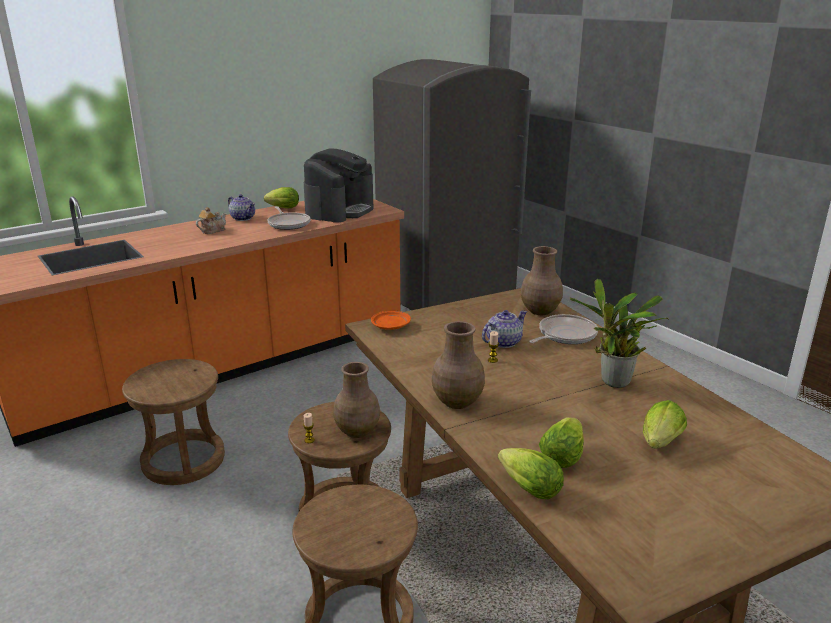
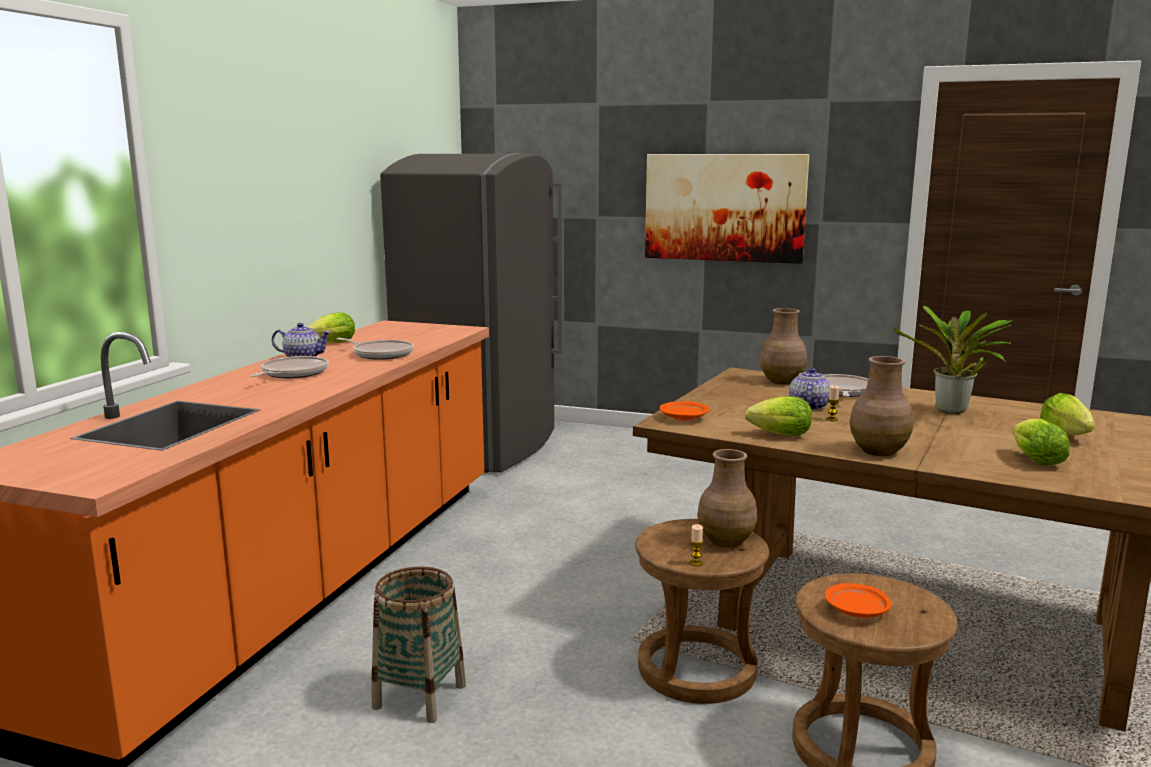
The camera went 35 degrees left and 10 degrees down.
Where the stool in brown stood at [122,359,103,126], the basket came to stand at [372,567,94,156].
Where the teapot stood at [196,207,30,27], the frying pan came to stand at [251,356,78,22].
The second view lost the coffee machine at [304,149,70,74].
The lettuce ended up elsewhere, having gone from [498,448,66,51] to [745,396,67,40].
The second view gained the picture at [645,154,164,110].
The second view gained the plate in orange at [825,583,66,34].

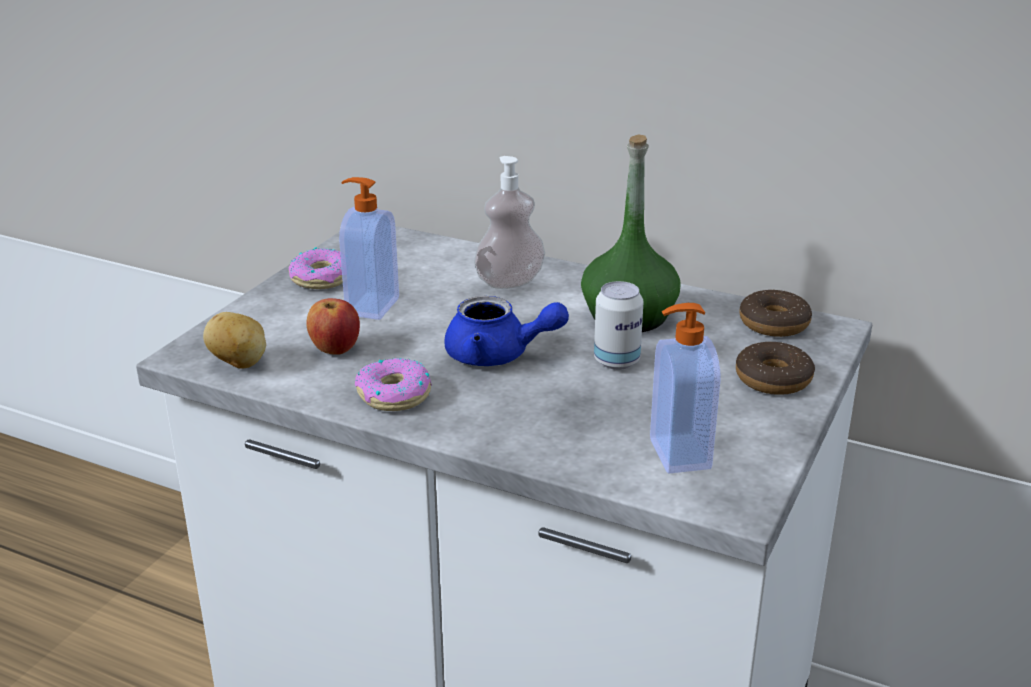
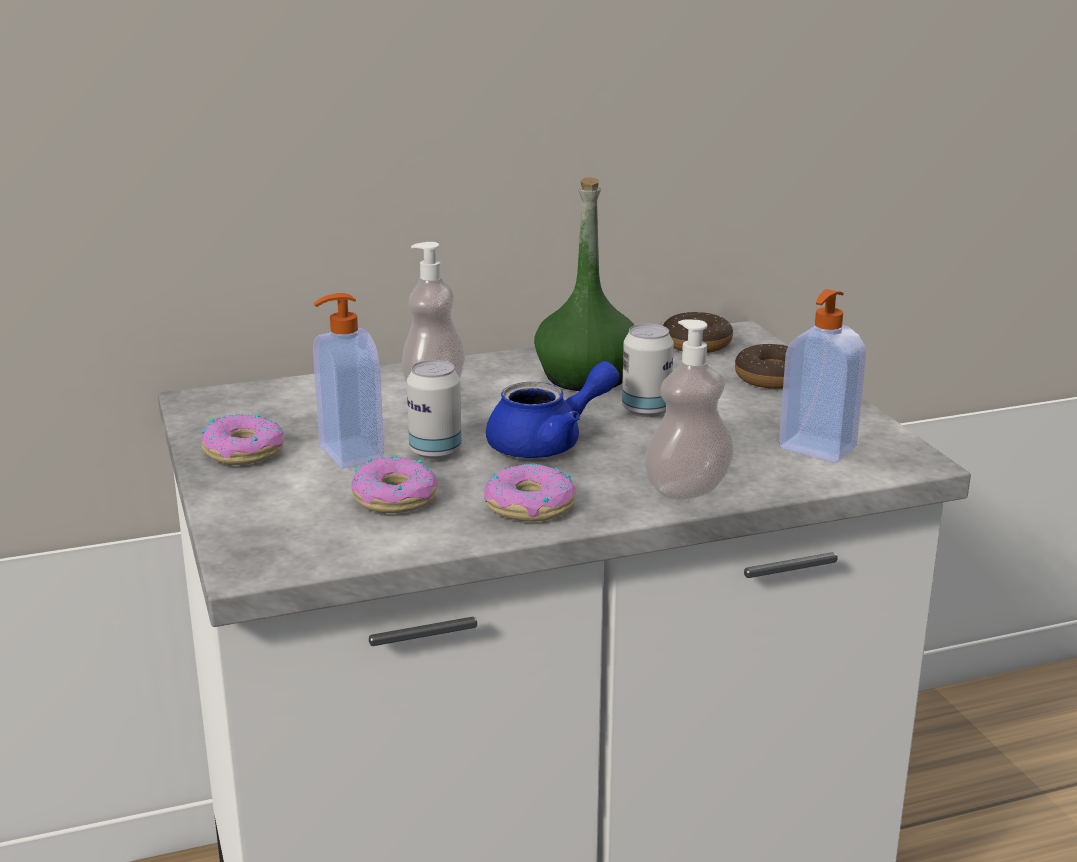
The camera went 45 degrees left and 5 degrees down.
The second view lost the potato at [203,312,63,57].
Where the apple stood at [306,298,54,57], the donut came to stand at [351,456,87,57].
The second view gained the can at [406,360,56,100].
The second view gained the soap dispenser at [644,319,90,180].

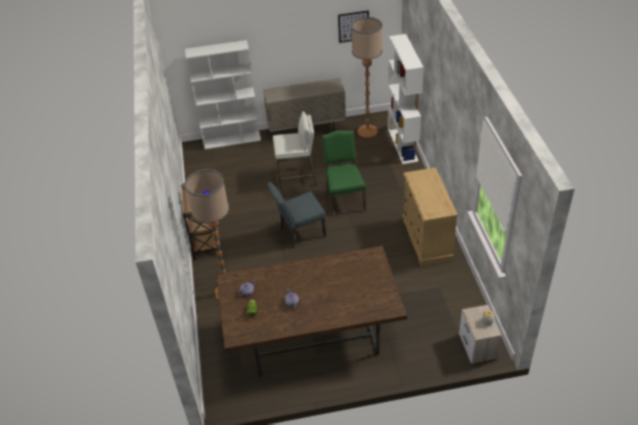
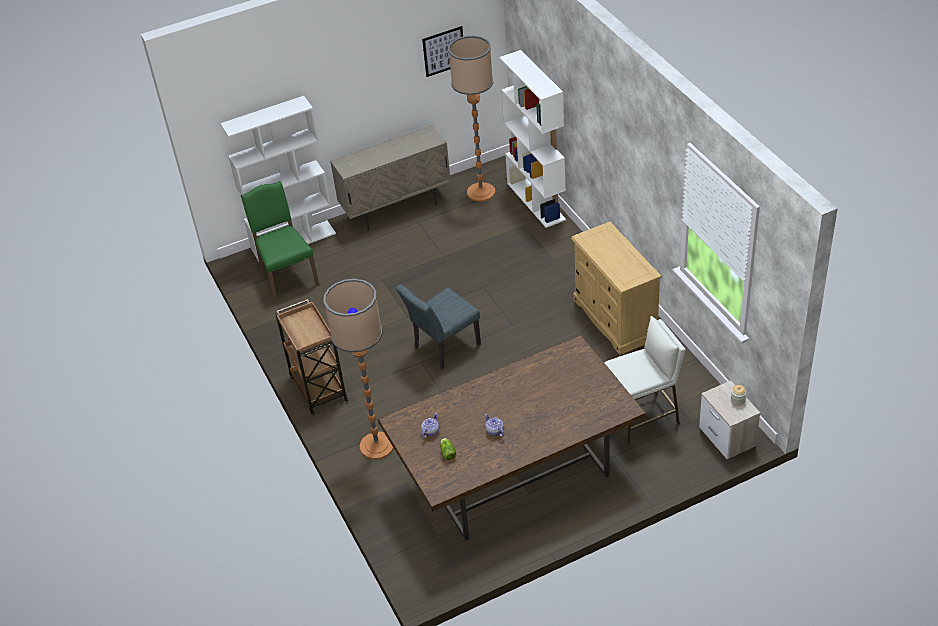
The camera went 15 degrees left and 0 degrees up.
The stool in white ended up elsewhere, having gone from [273,111,44,79] to [604,316,82,129].
The chair in green ended up elsewhere, having gone from [322,130,44,87] to [241,181,78,120].

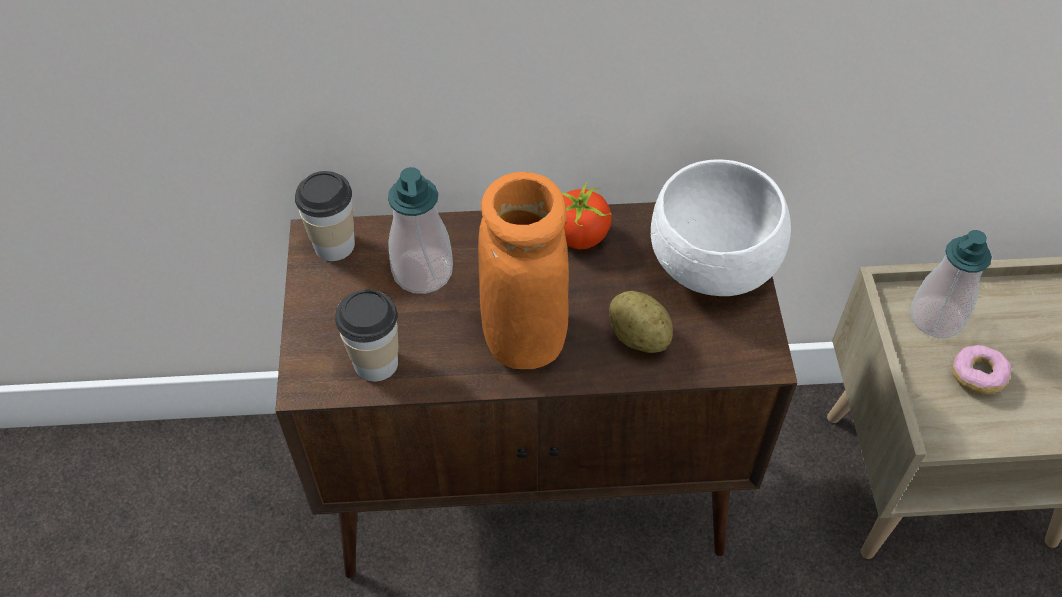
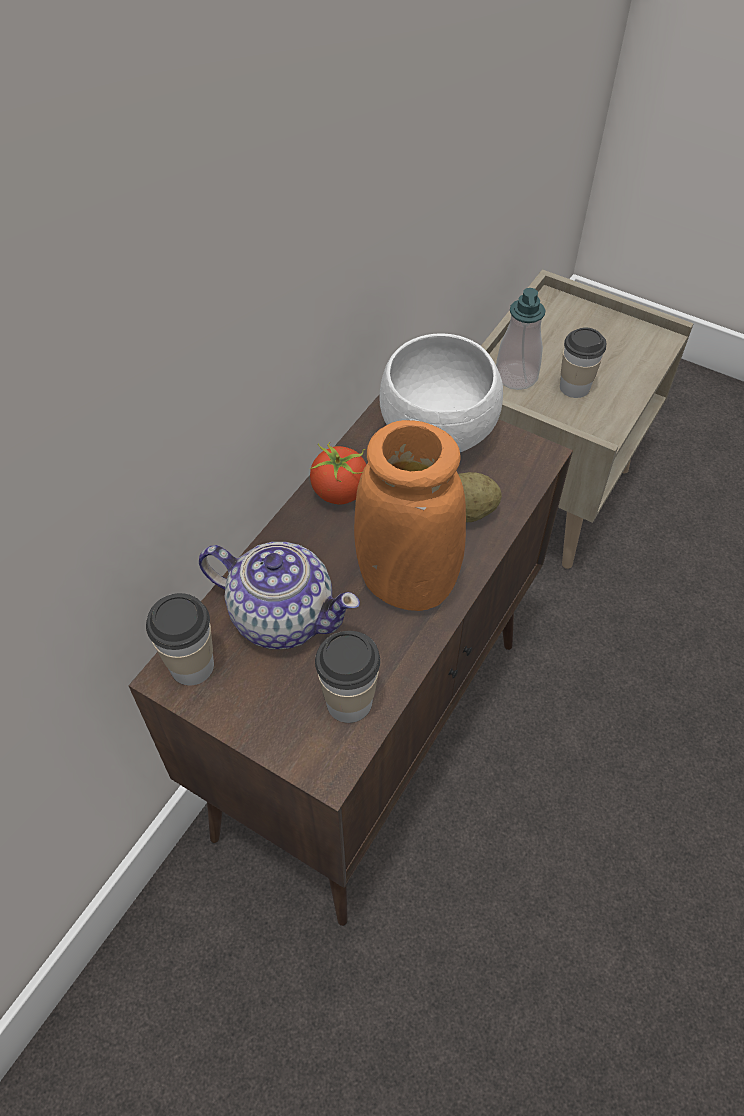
The camera went 55 degrees left and 0 degrees up.
Where the soap dispenser stood at [388,167,65,127], the teapot came to stand at [199,542,161,107].
Where the donut stood at [952,345,59,49], the cup came to stand at [560,327,46,71].

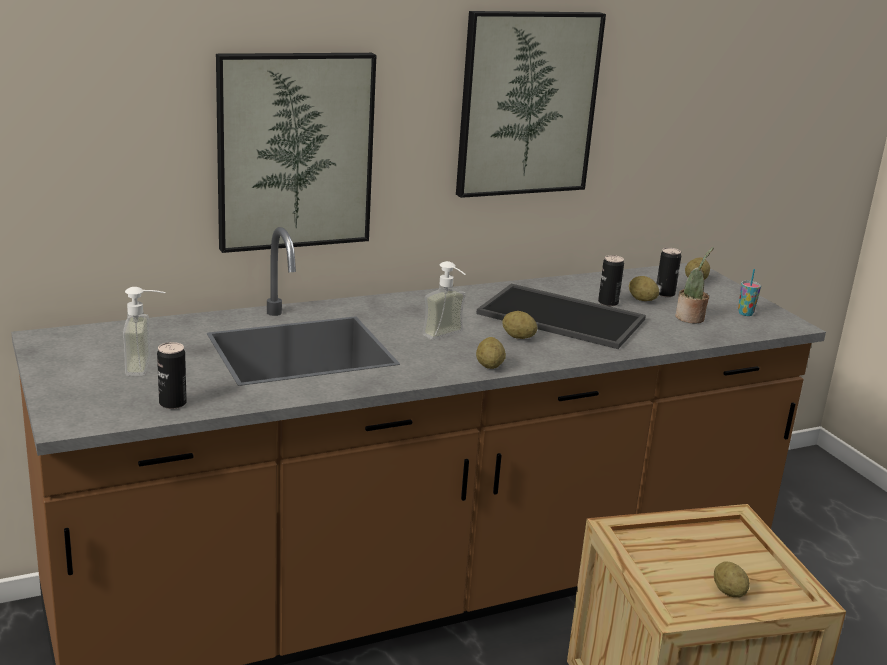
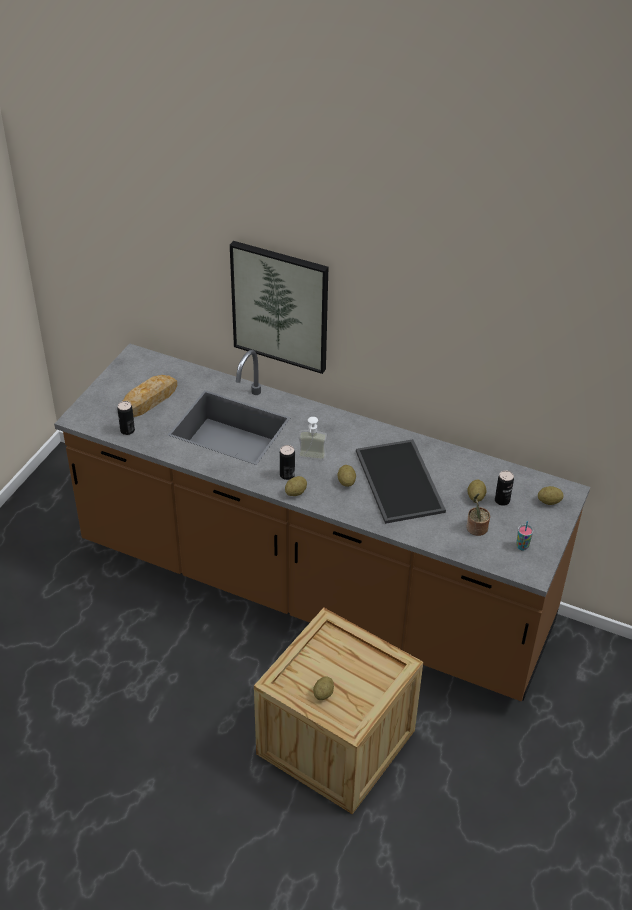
The camera went 50 degrees right and 20 degrees up.
Where the soap dispenser stood at [123,287,43,89], the bread came to stand at [123,375,54,42].
The second view lost the picture at [456,11,150,187].
The can ended up elsewhere, having gone from [598,255,26,51] to [280,445,15,35].

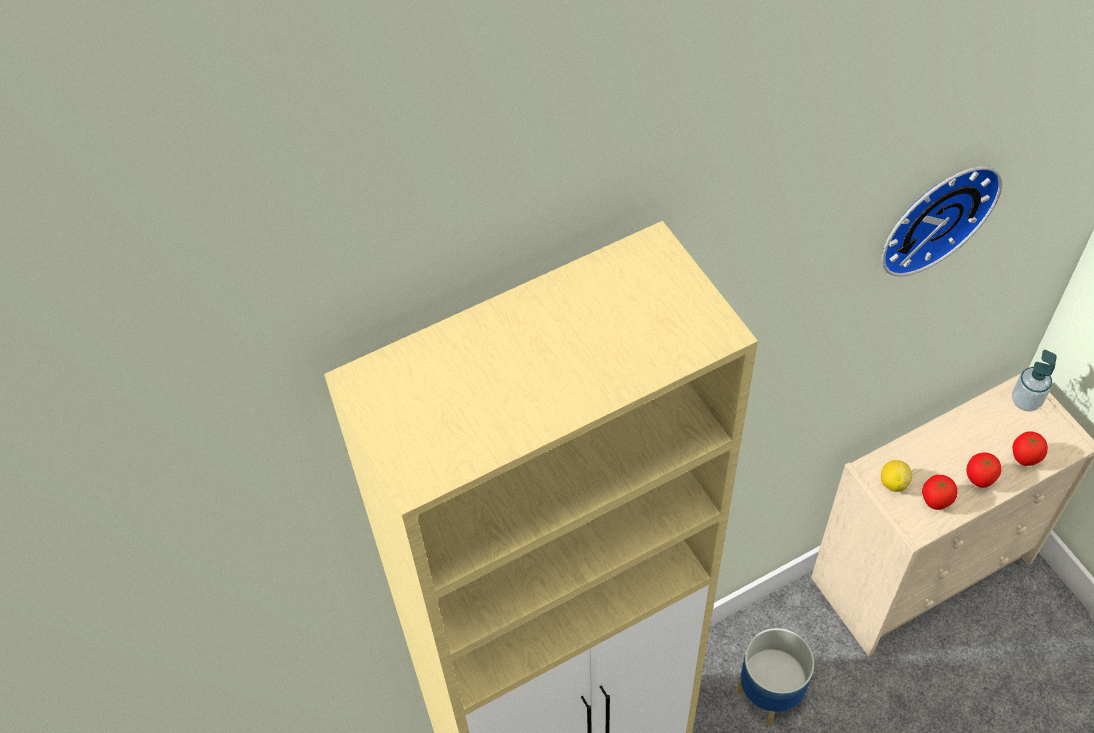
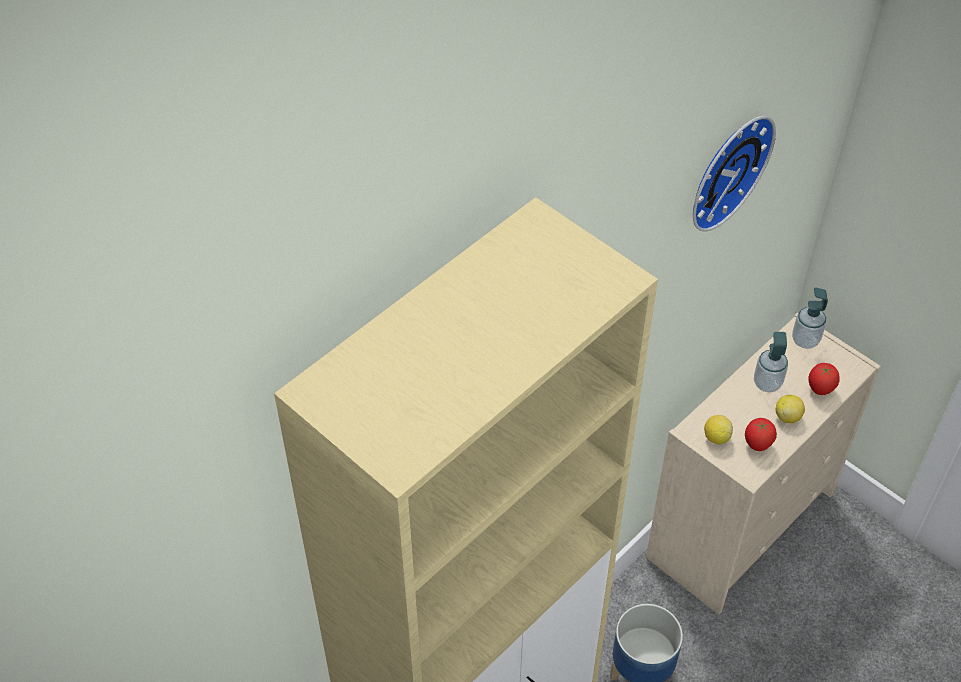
The camera went 20 degrees left and 5 degrees down.
Where the tomato stood at [966,452,36,36], the lemon came to stand at [776,395,29,28].
The second view gained the soap dispenser at [754,332,34,61].

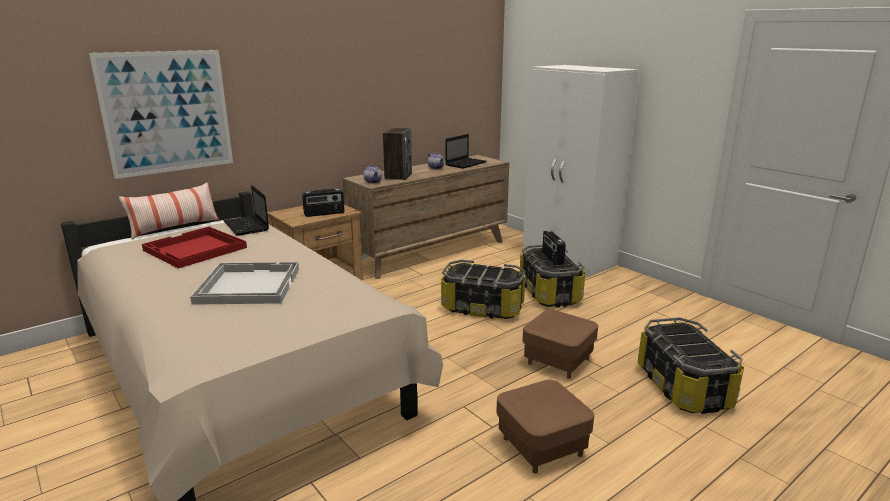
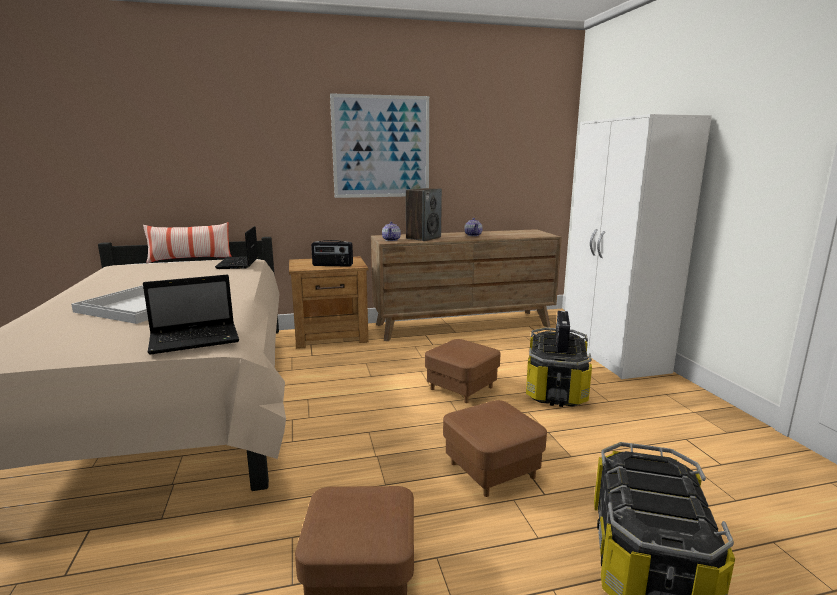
The camera went 25 degrees right and 5 degrees down.
The picture ended up elsewhere, having gone from [89,50,144,129] to [330,93,99,105].
The second view lost the tray in red at [142,227,105,42].
Where the storage box stood at [441,260,84,59], the ottoman in brown came to stand at [425,339,76,64].
The laptop ended up elsewhere, having gone from [445,134,42,35] to [143,274,96,81].

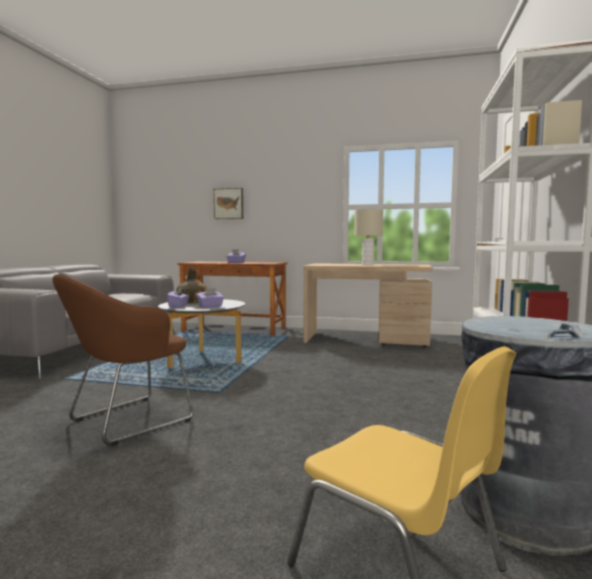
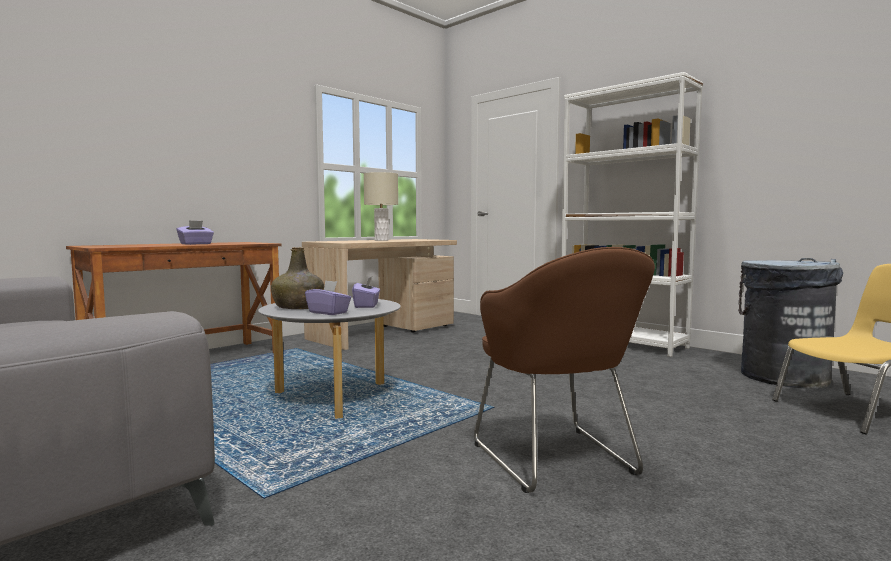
The camera went 60 degrees left and 0 degrees up.
The second view lost the picture at [214,188,29,31].

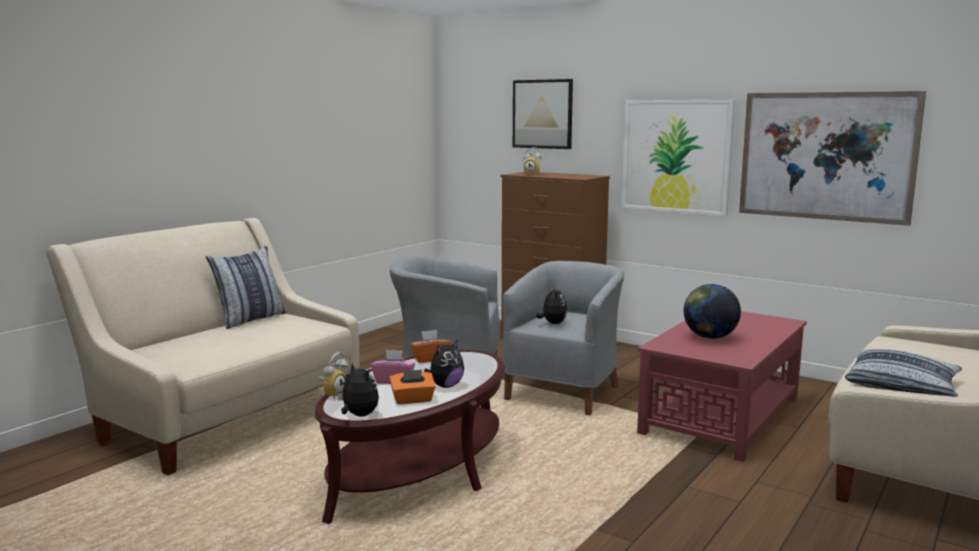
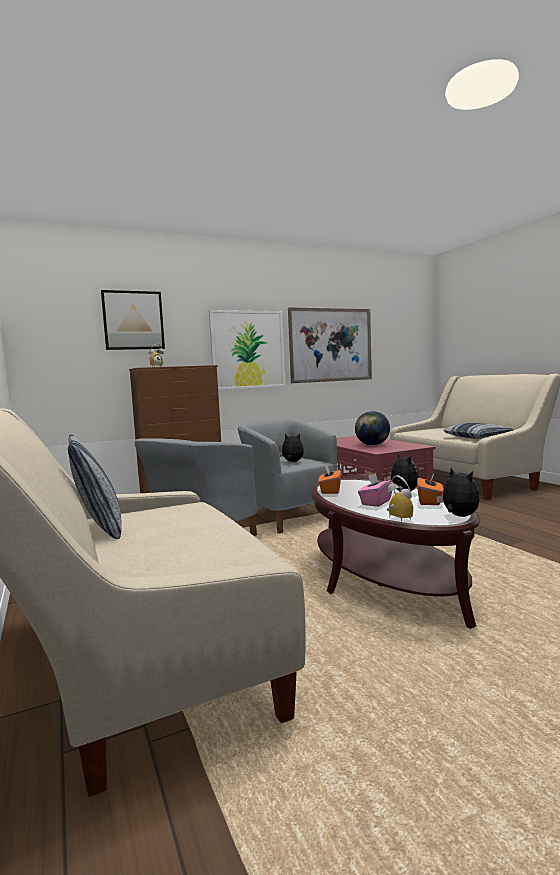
The camera went 60 degrees left and 5 degrees down.
The plush toy at [338,362,41,54] ended up facing another way, 75 degrees clockwise from before.

